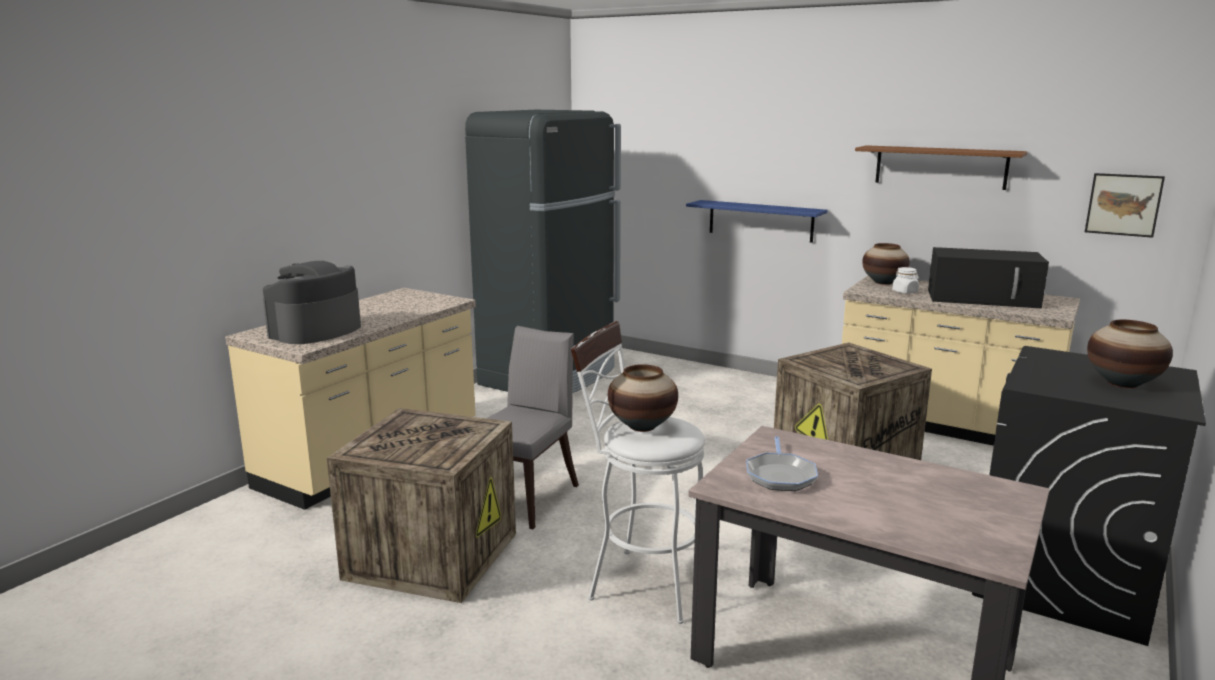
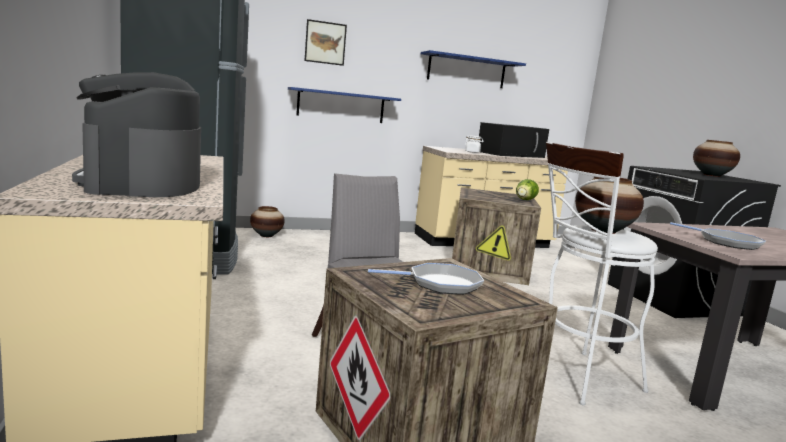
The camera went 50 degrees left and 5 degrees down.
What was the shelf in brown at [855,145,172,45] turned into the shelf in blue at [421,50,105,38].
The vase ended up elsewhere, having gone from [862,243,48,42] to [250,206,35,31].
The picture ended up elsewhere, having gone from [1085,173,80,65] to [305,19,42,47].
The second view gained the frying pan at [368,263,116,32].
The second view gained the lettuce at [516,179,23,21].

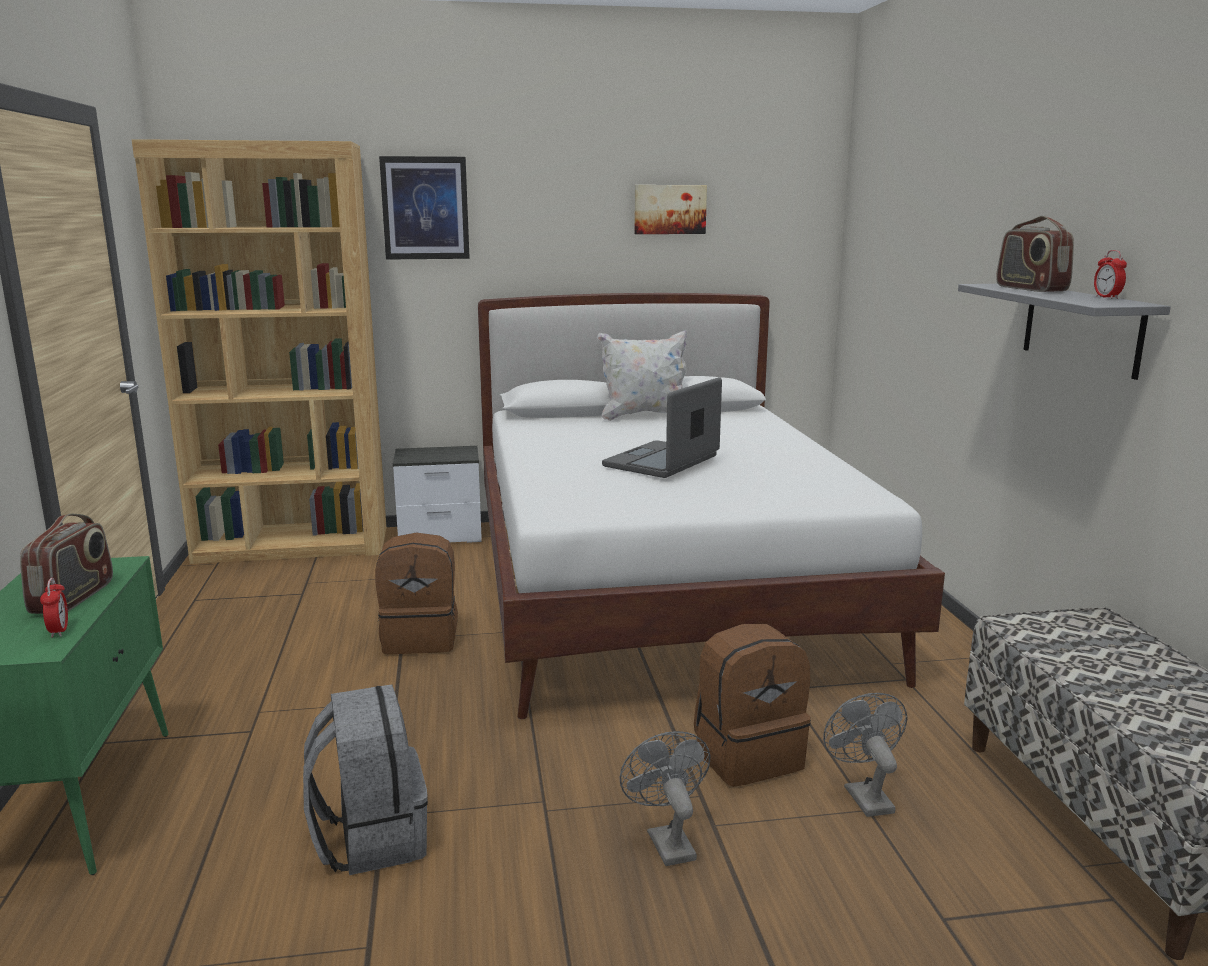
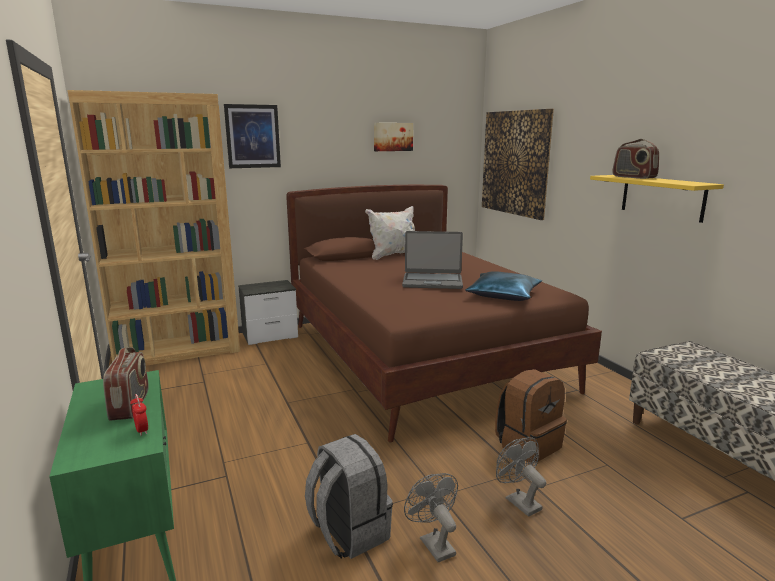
The camera went 15 degrees left and 0 degrees up.
The second view lost the backpack in brown at [375,533,83,121].
What was the bed in white at [478,293,467,426] turned into the bed in brown at [286,185,316,257].
The laptop at [602,377,120,101] ended up facing another way, 105 degrees counterclockwise from before.
The fan in grey ended up elsewhere, having gone from [823,693,85,124] to [404,473,54,89].
What was the shelf in grey at [958,284,213,96] turned into the shelf in yellow at [590,175,134,48].
The second view lost the alarm clock at [1094,250,33,49].
The second view gained the pillow in blue at [465,271,77,30].
The second view gained the picture at [482,109,72,111].

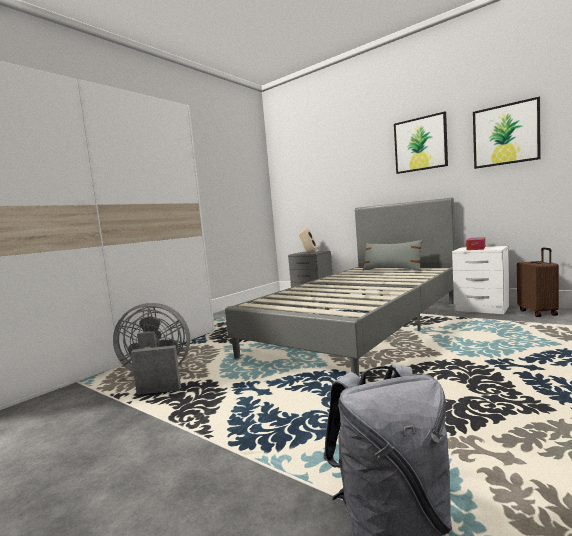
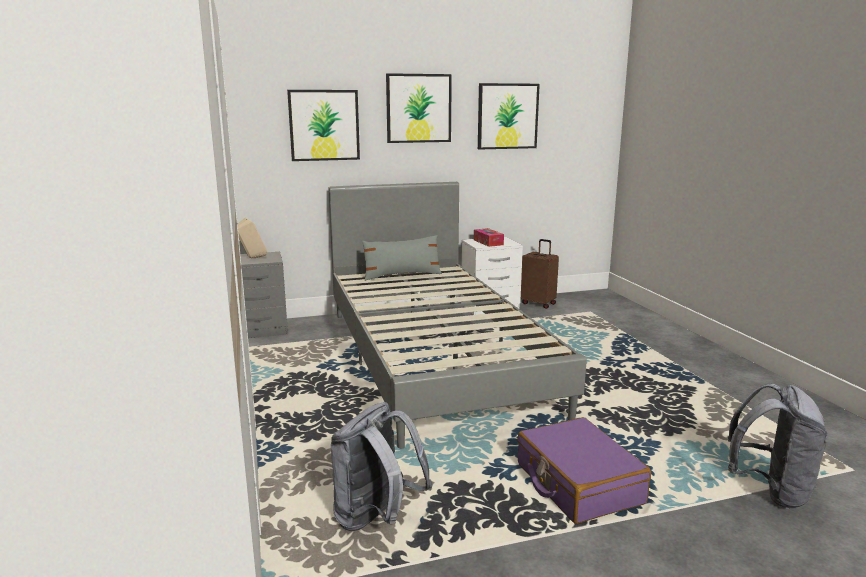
The camera went 55 degrees left and 10 degrees up.
Where the fan in grey stood at [113,303,77,92], the backpack in grey came to stand at [331,402,101,129].
The second view gained the picture at [287,90,73,71].
The second view gained the suitcase in purple at [517,417,134,107].

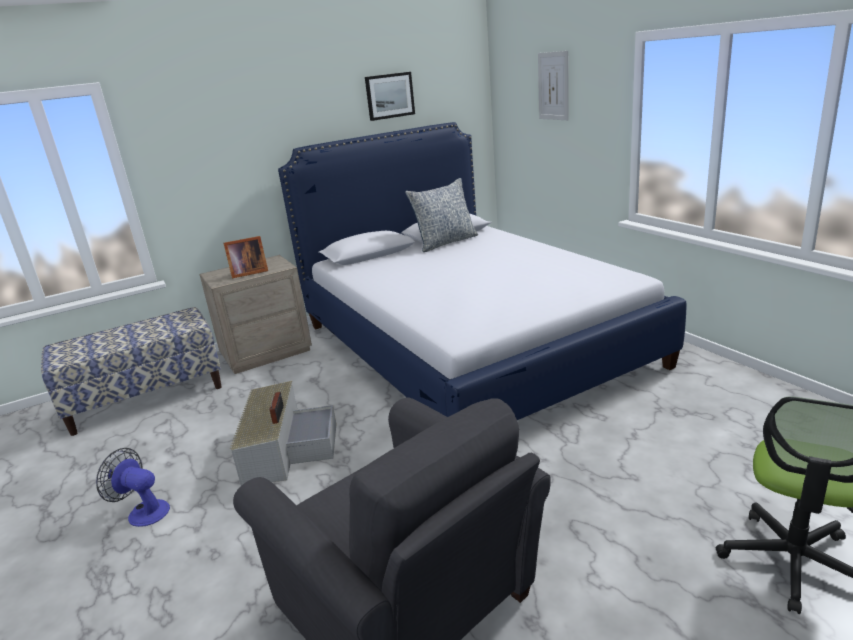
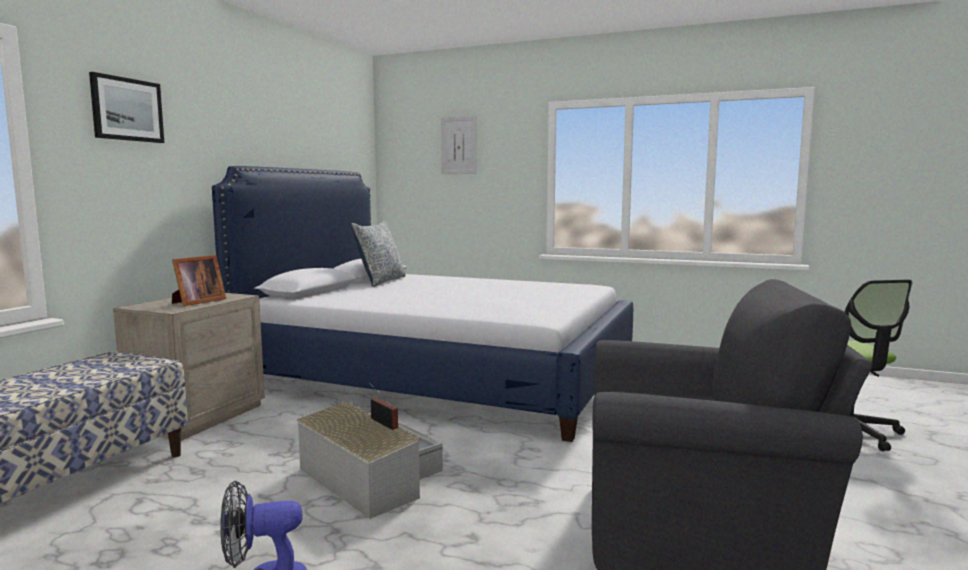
The camera went 40 degrees left and 15 degrees down.
The picture ended up elsewhere, having gone from [365,72,50,49] to [89,72,75,71].

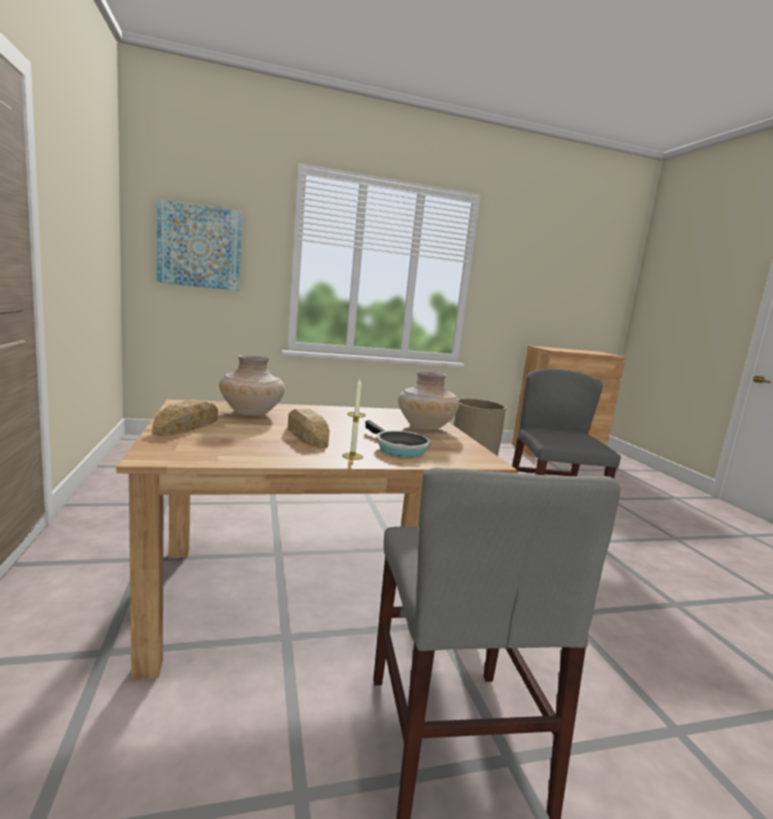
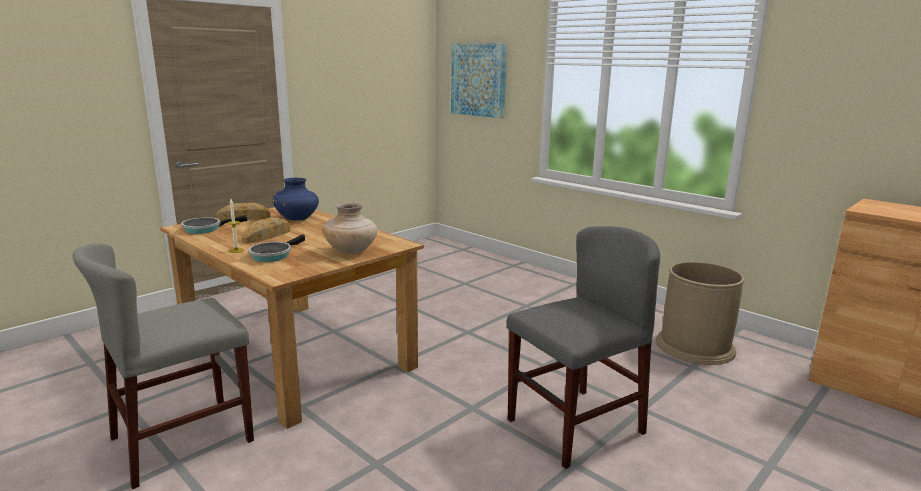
The camera went 60 degrees right and 5 degrees up.
What was the vase in beige at [219,355,66,60] turned into the vase in blue at [273,178,46,43].
The second view gained the frying pan at [181,215,66,19].

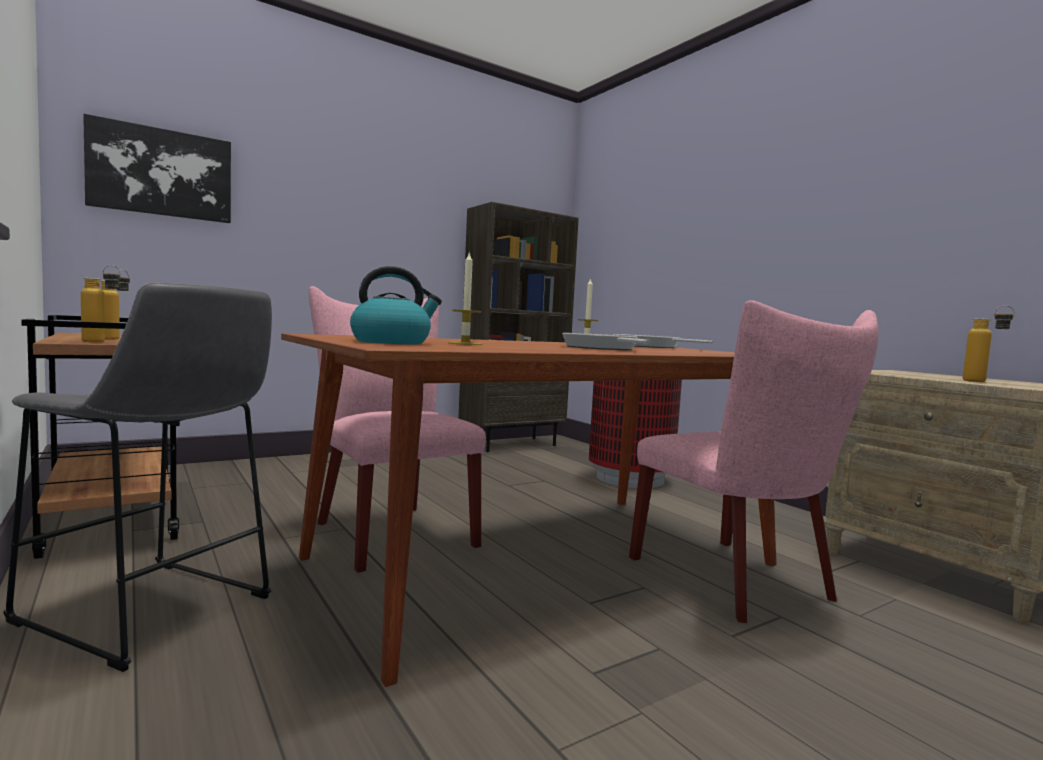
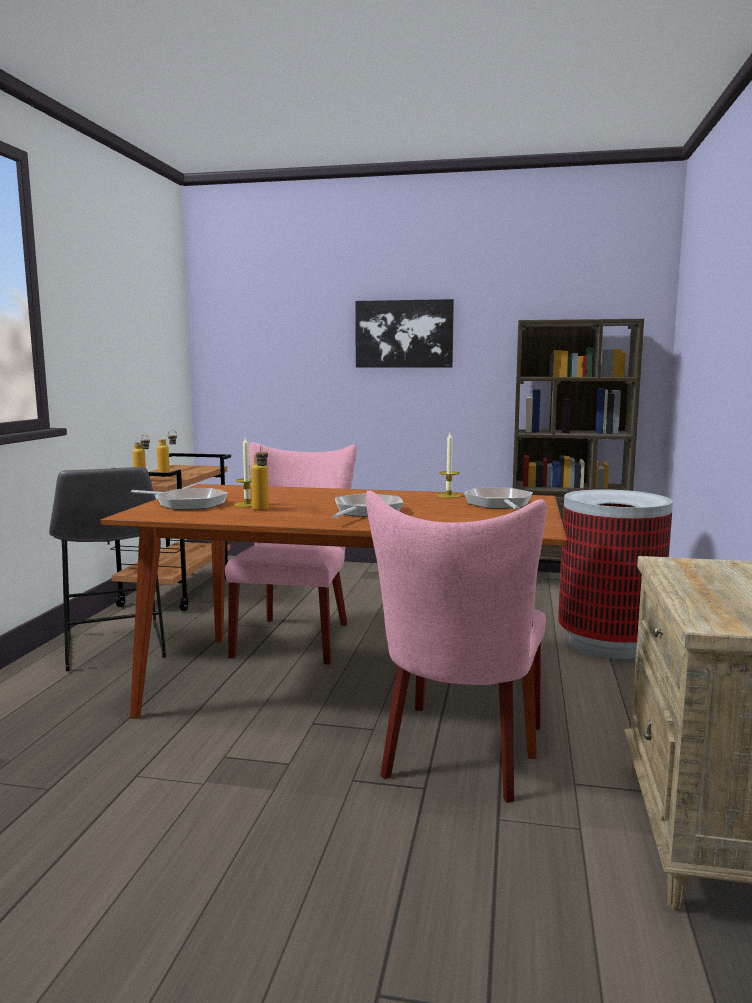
The camera went 45 degrees right and 5 degrees up.
The picture ended up elsewhere, having gone from [83,114,148,109] to [355,299,99,68].
Where the kettle stood at [350,266,92,78], the frying pan came to stand at [131,488,97,22].
The bottle ended up elsewhere, having gone from [963,305,52,77] to [251,445,18,66].

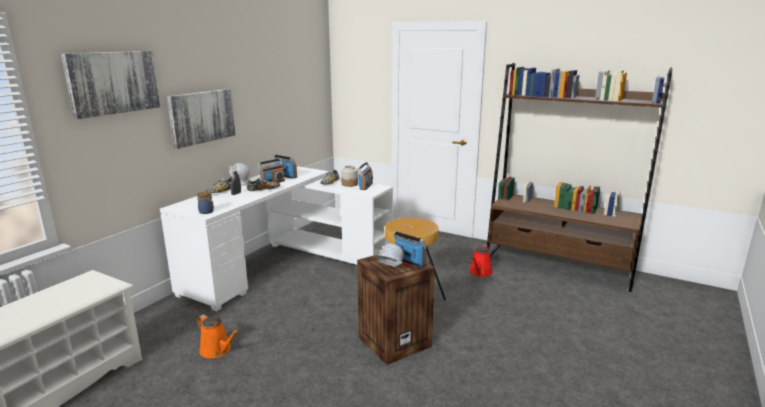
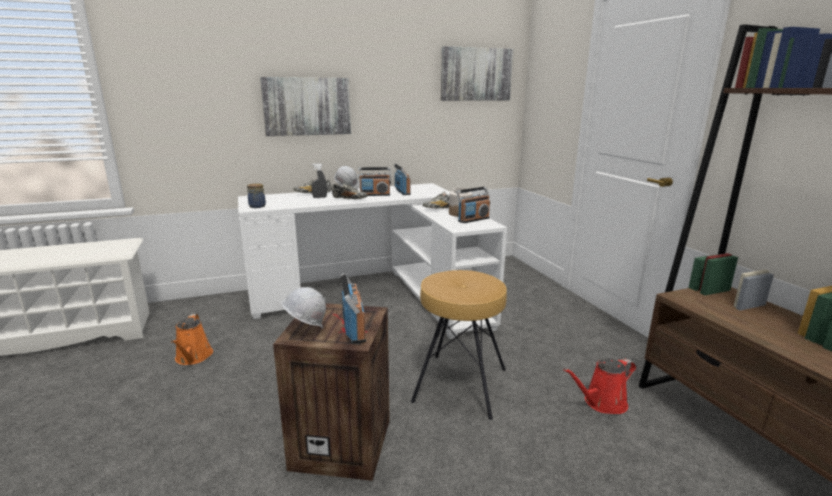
The camera went 40 degrees right and 0 degrees up.
The picture ended up elsewhere, having gone from [61,51,100,68] to [441,46,73,55].

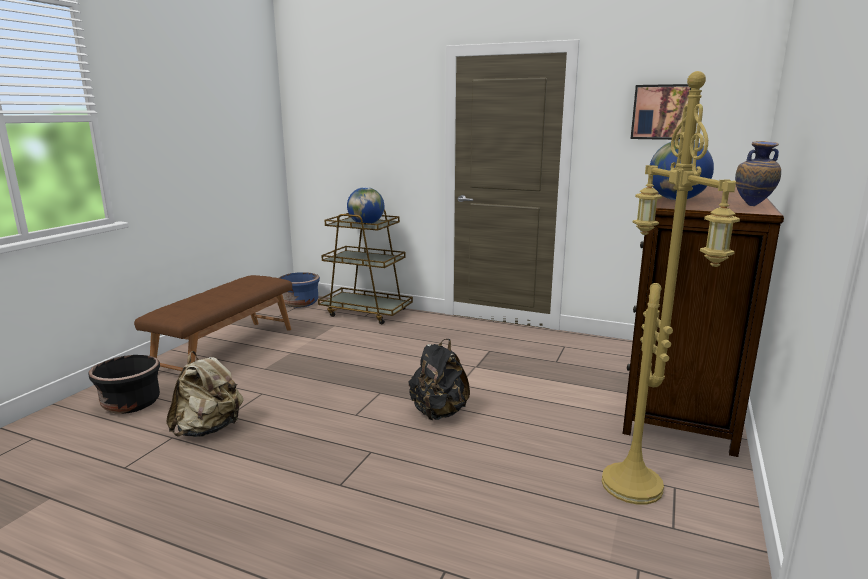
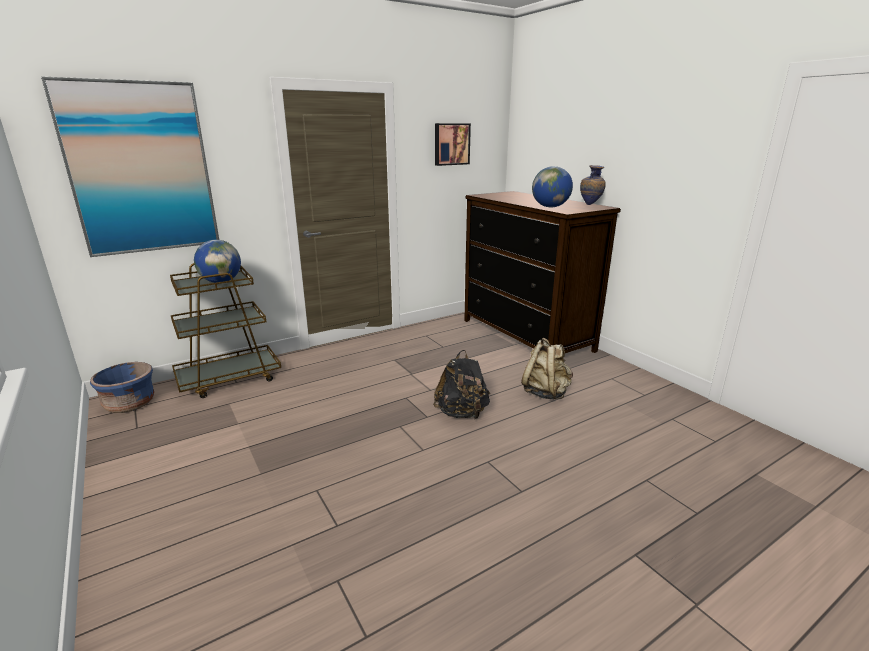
The camera went 55 degrees left and 5 degrees up.
The second view lost the planter in black at [88,355,72,59].
The second view lost the bench in brown at [134,275,158,96].
The backpack in beige ended up elsewhere, having gone from [166,351,77,86] to [521,338,52,61].
The second view lost the floor lamp in yellow at [602,71,138,434].
The second view gained the picture at [41,77,178,180].

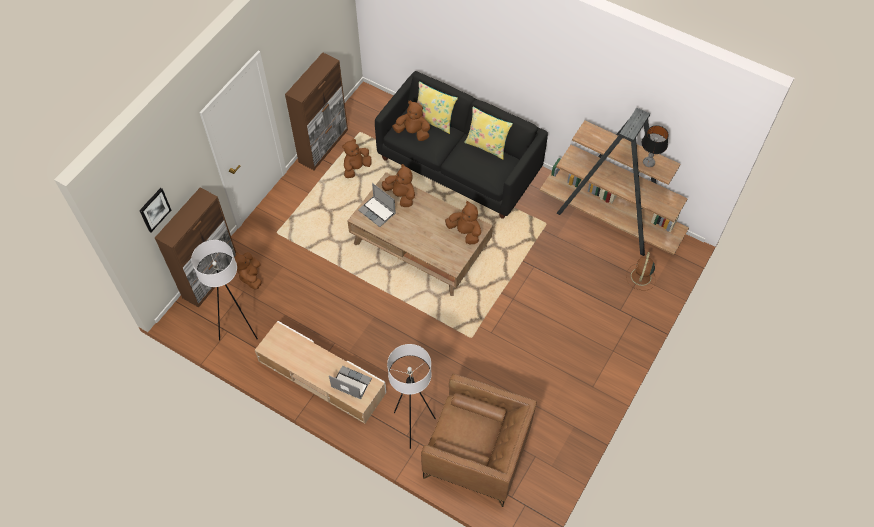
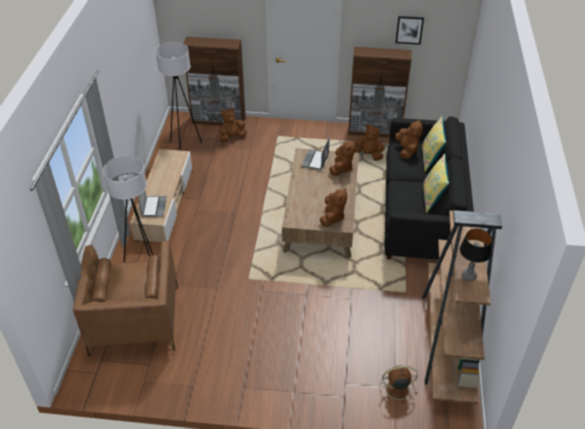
The camera went 65 degrees right and 15 degrees down.
The picture ended up elsewhere, having gone from [139,188,32,44] to [395,16,29,29].

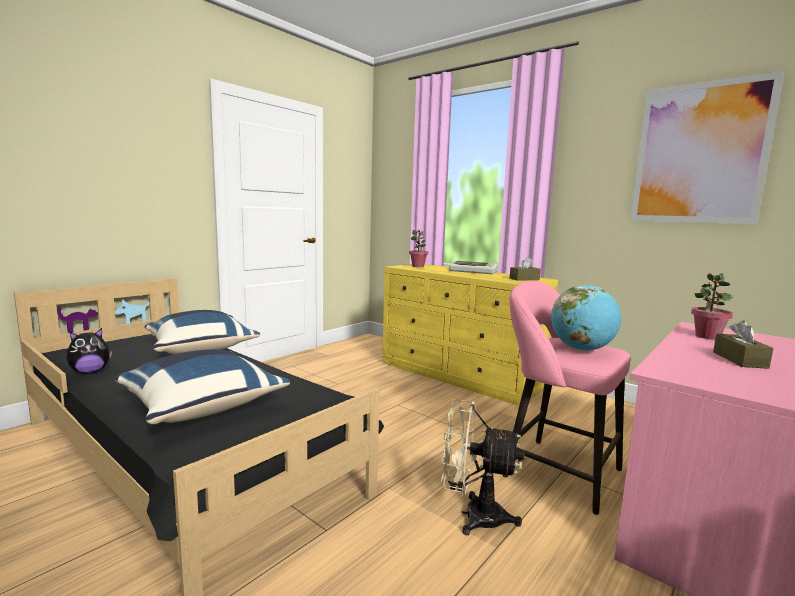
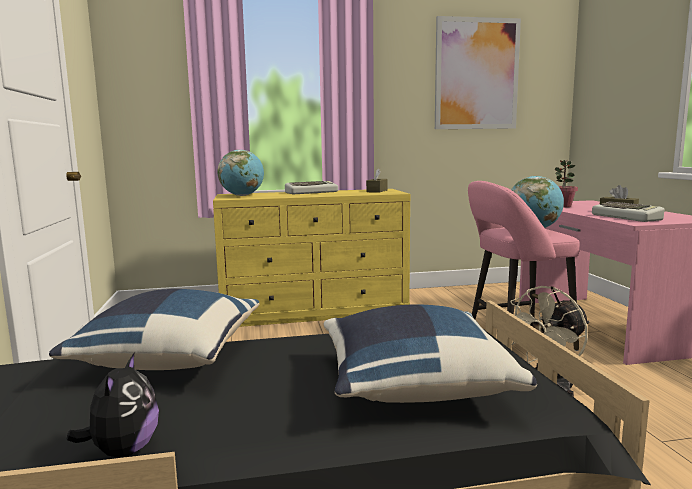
The camera went 50 degrees left and 0 degrees up.
Where the potted plant stood at [409,230,19,37], the globe came to stand at [217,150,47,46].
The second view gained the keyboard at [592,201,72,21].

